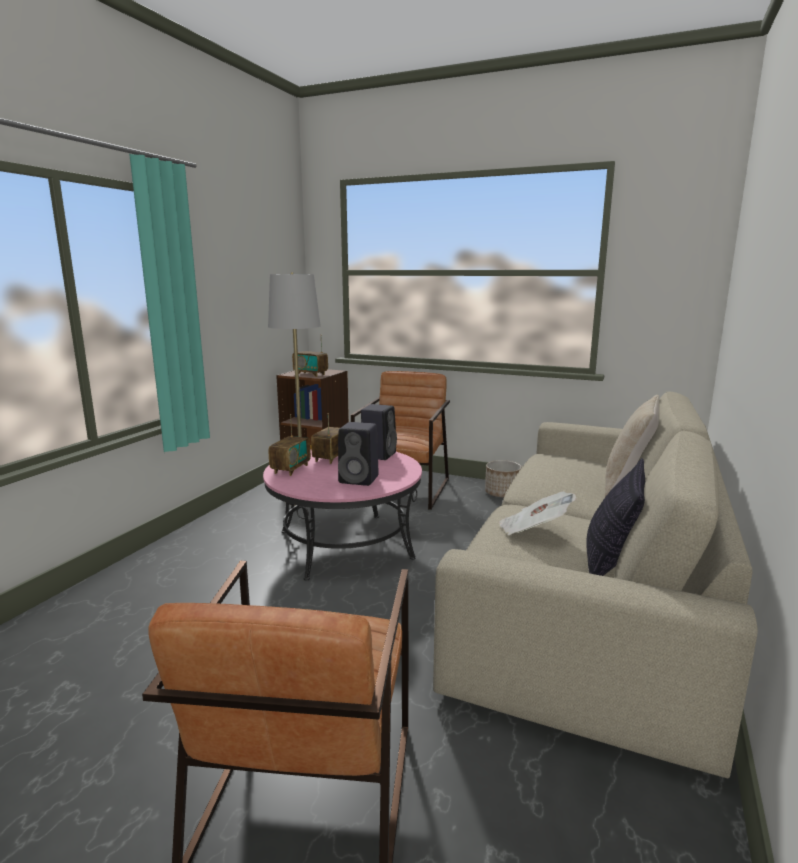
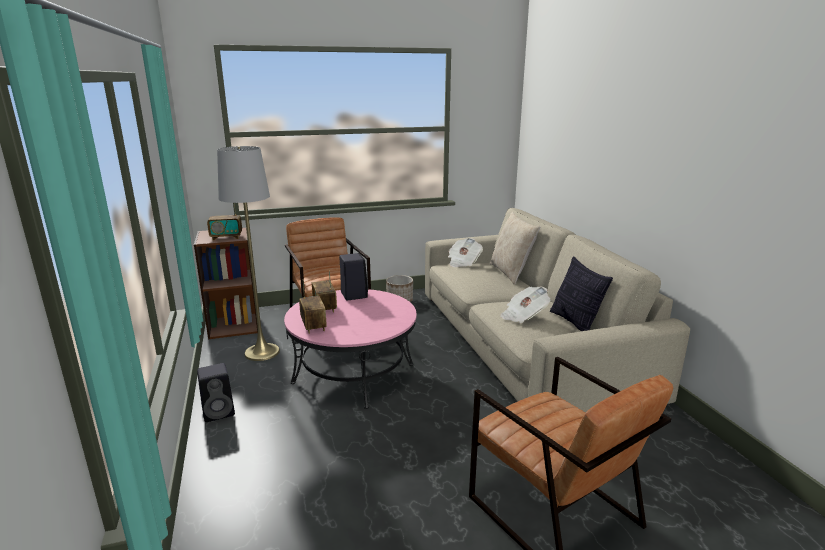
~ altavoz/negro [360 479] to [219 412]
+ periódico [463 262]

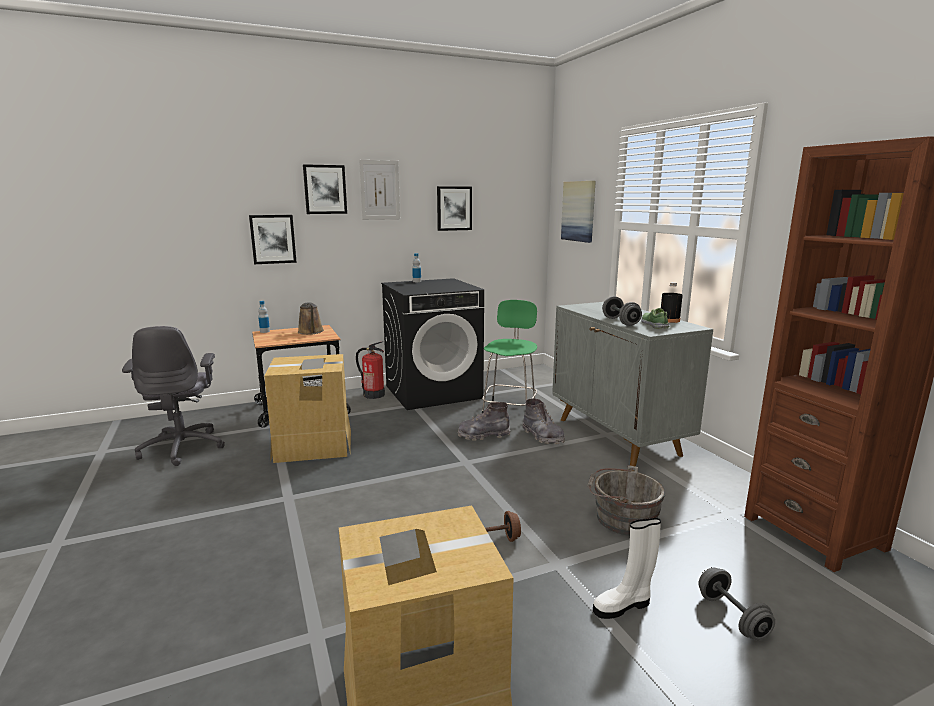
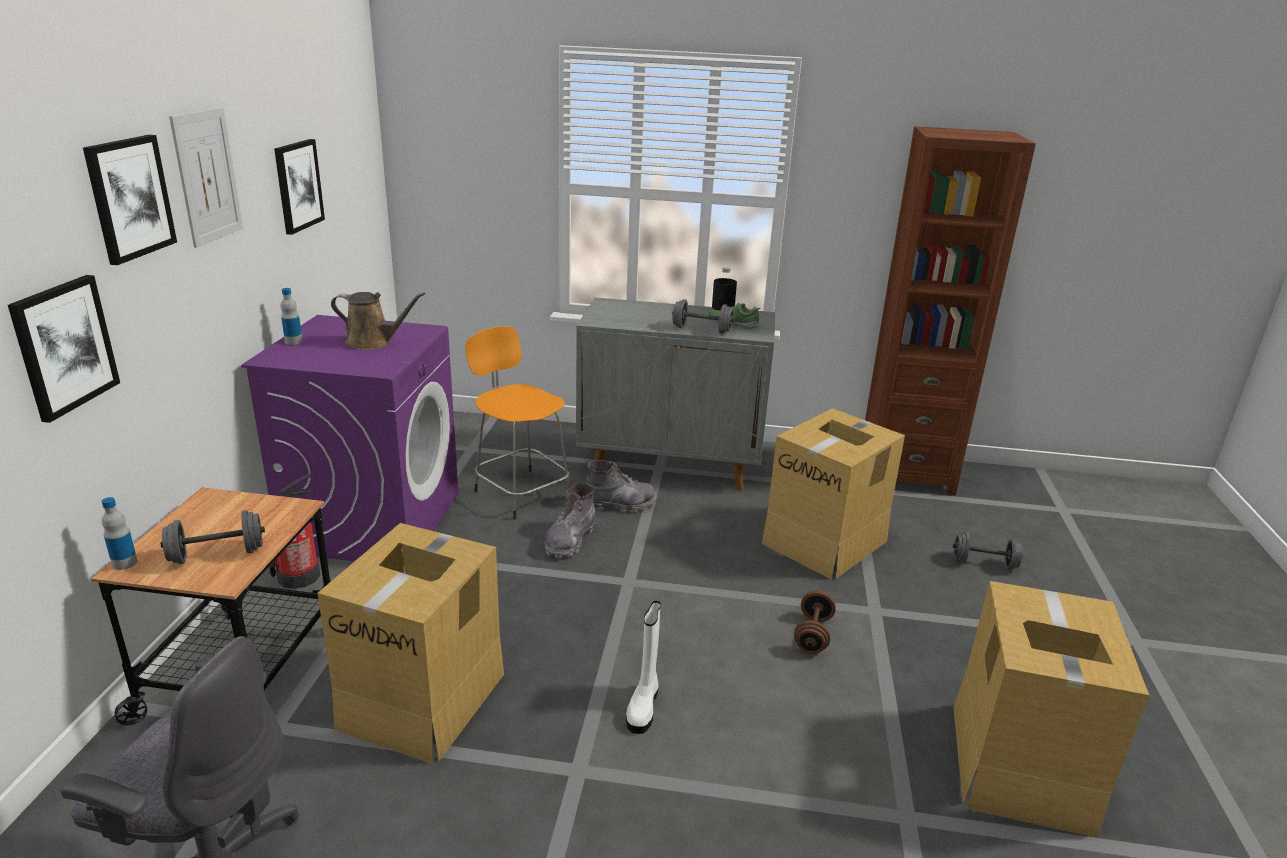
+ mancuerna/gris [217 555]
~ lavadora/negro [433 392] to lavadora/morado [373 521]
~ regadera/marrón [311 332] to [373 342]
~ taburete/verde [509 410] to taburete/naranja [520 492]
~ bota/blanco [623 606] to [643 706]
~ cubo/gris [622 518] to caja de cartón [825 541]
- cuadro [579 211]

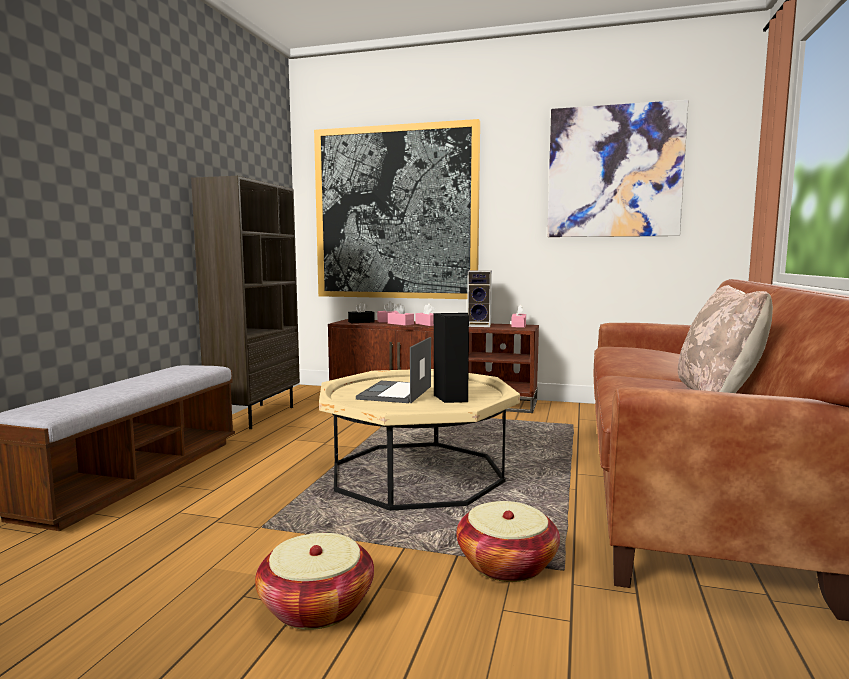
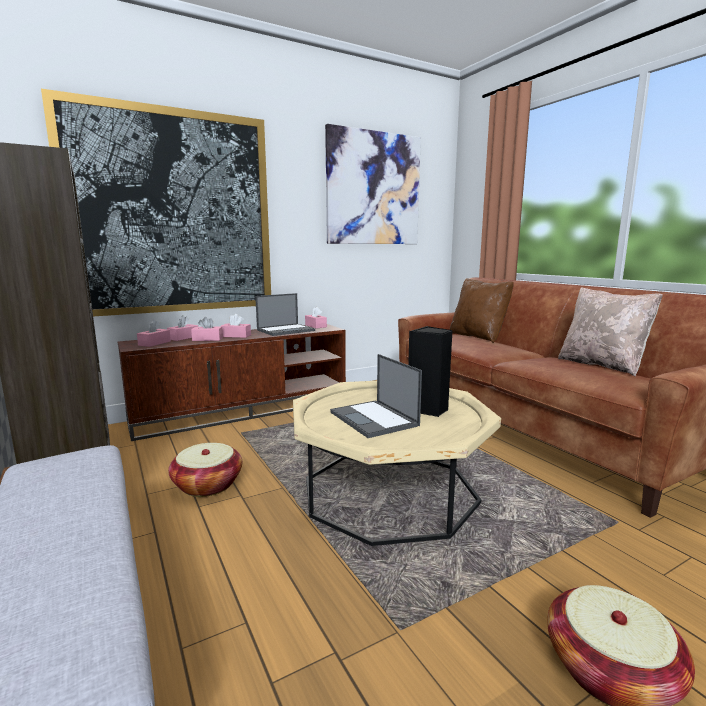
~ caja de pañuelos/negro [361 322] to caja de pañuelos/rosa [154 343]
~ cesta [506 564] to [207 485]
~ altavoz [480 325] to portátil [286 330]
+ cojín/marrón [478 336]

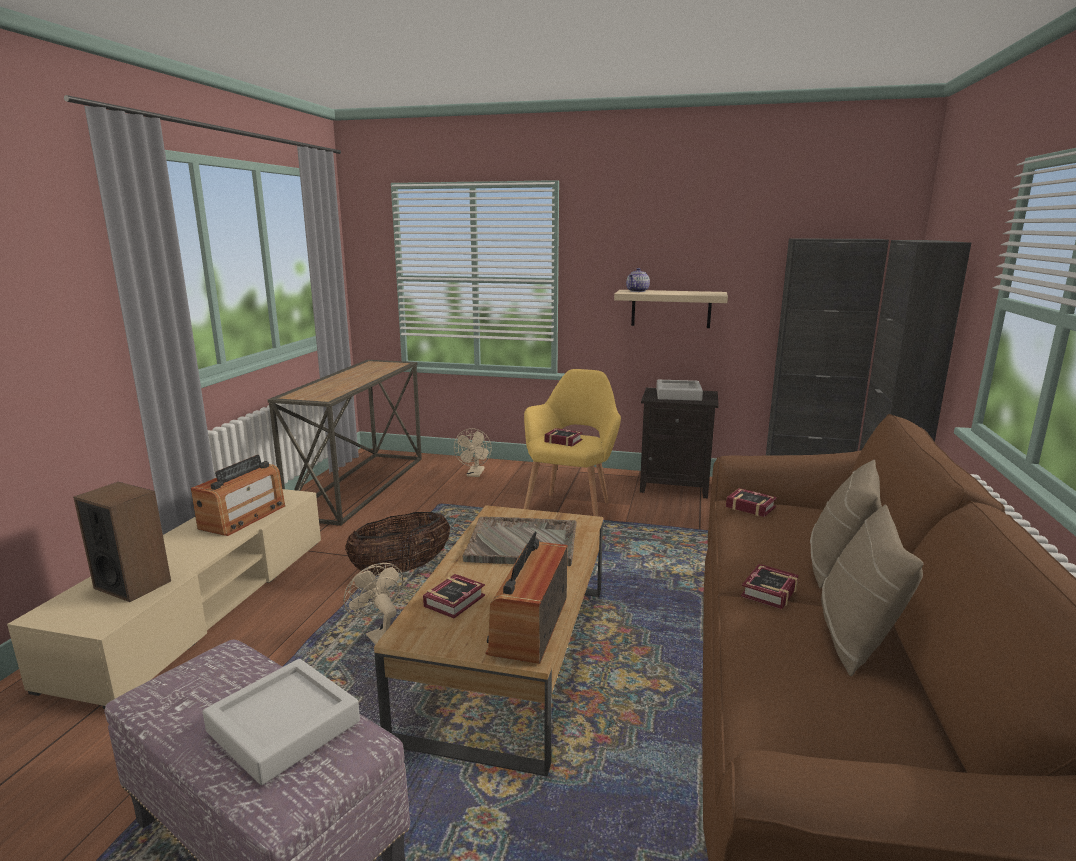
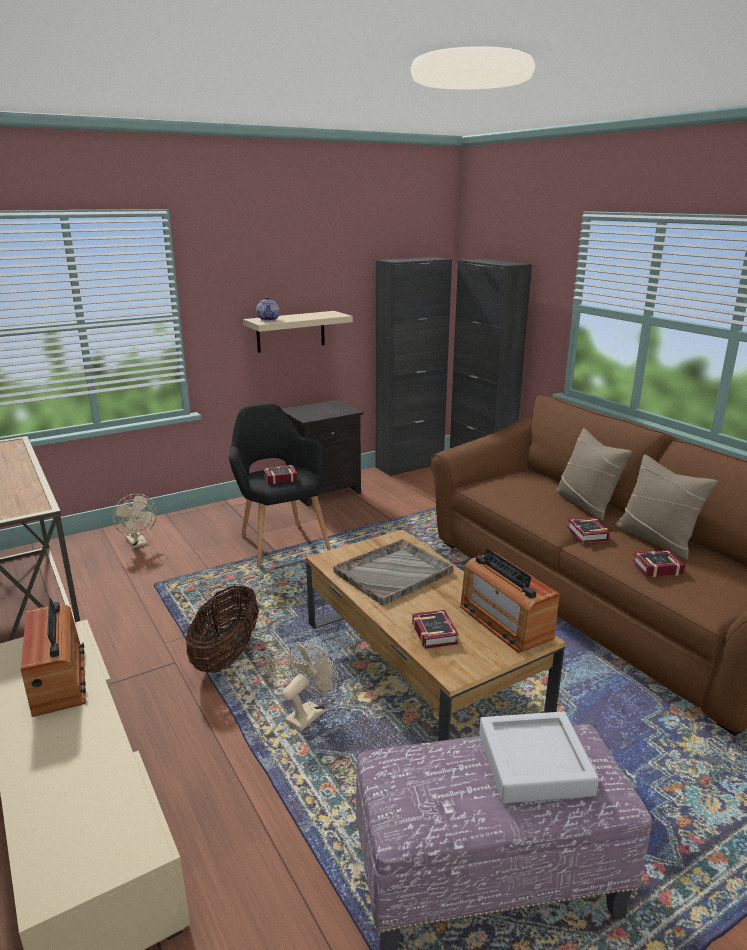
~ sillón/amarillo [571 509] to sillón/negro [280 541]
~ ventilador/beis [380 637] = [309 713] 120 degrees clockwise
~ libro [749 506] to [654 567]
- altavoz [133 584]
- bandeja/gris [678 395]

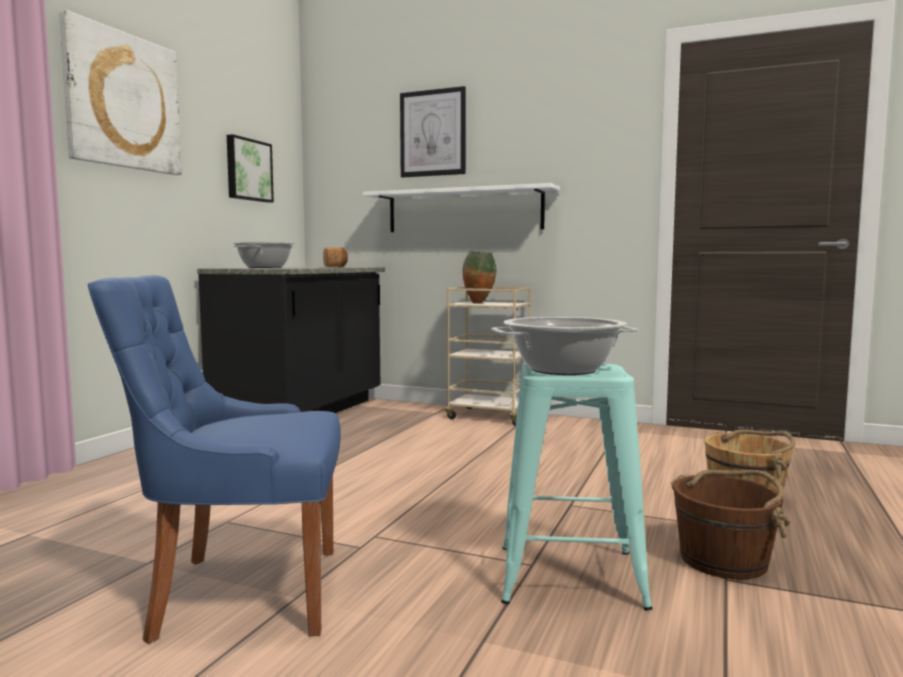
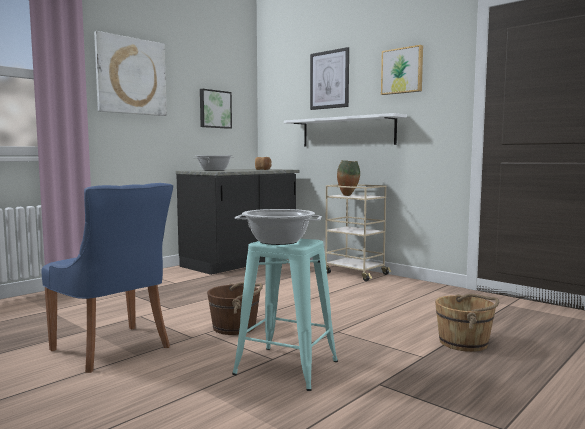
~ silla/azul [241 593] = [113 349] 150 degrees counterclockwise
~ cubo/marrón [725 560] to [235 327]
+ cuadro [402 71]

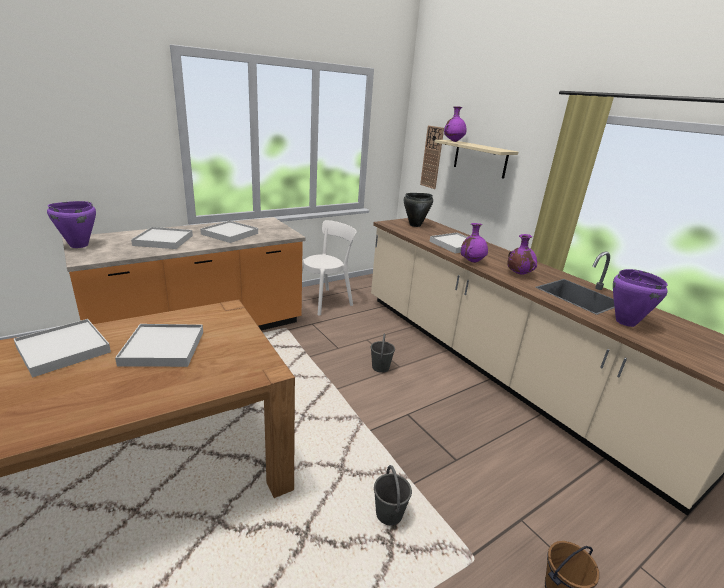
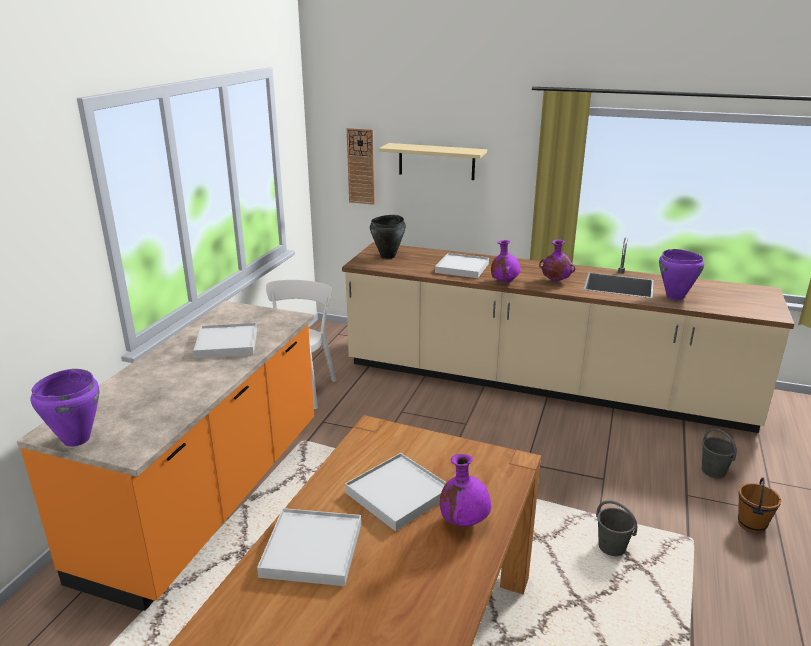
~ florero/morado [453 141] to [464 521]
~ cubo/gris [380 367] to [713 471]
- bandeja/blanco [164 240]

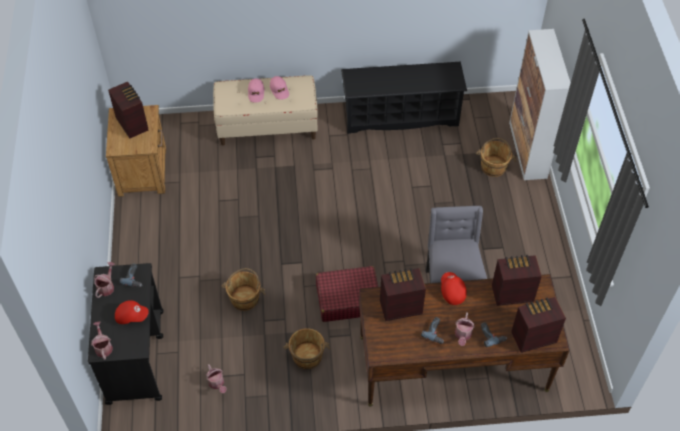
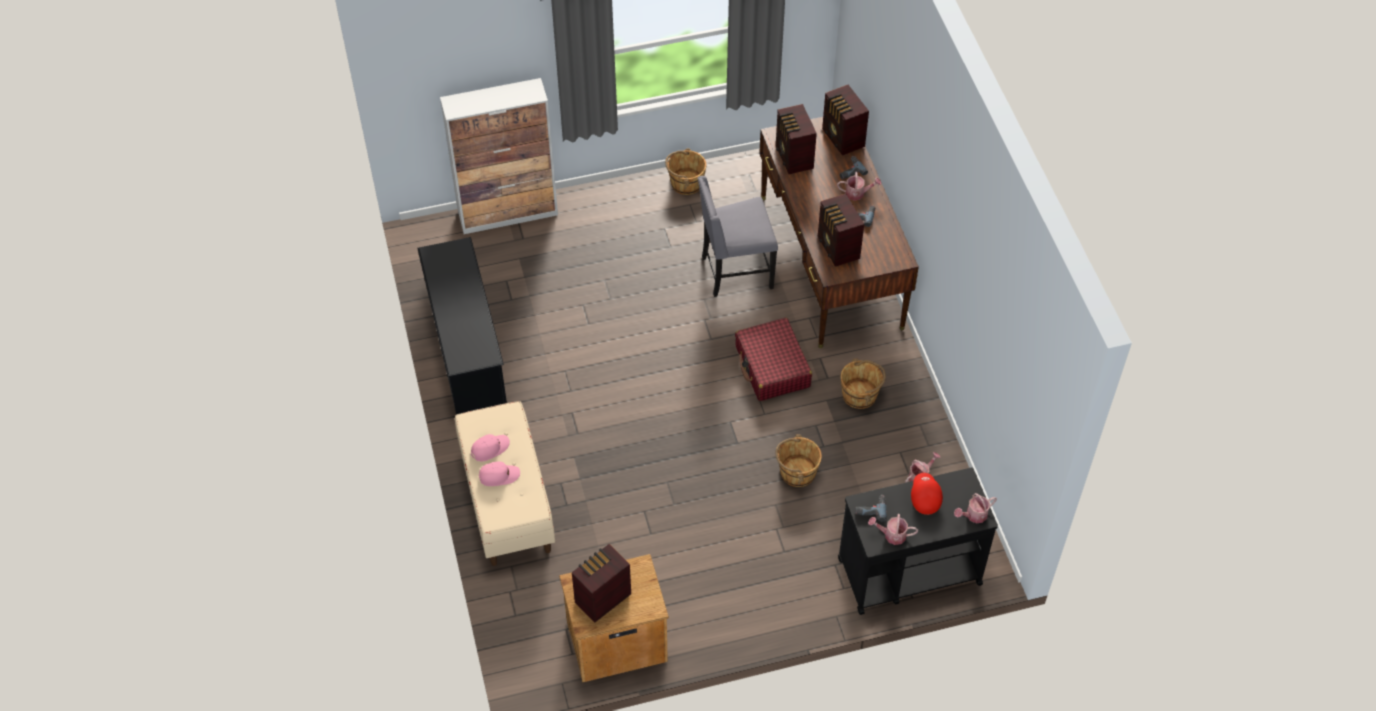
~ cubo/marrón [493 166] to [686 183]
- gorra/rojo [451 291]

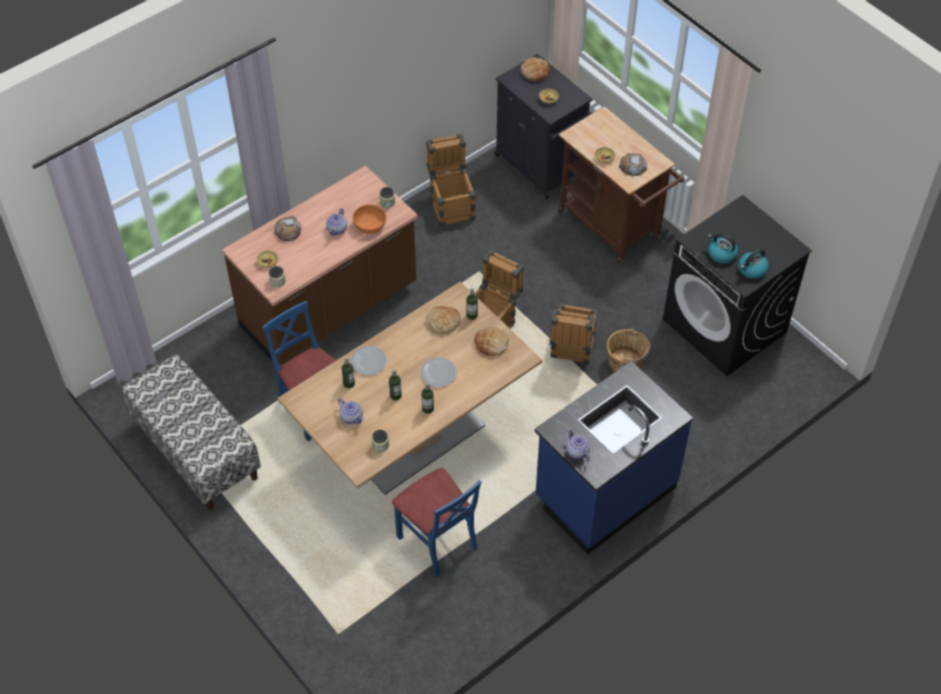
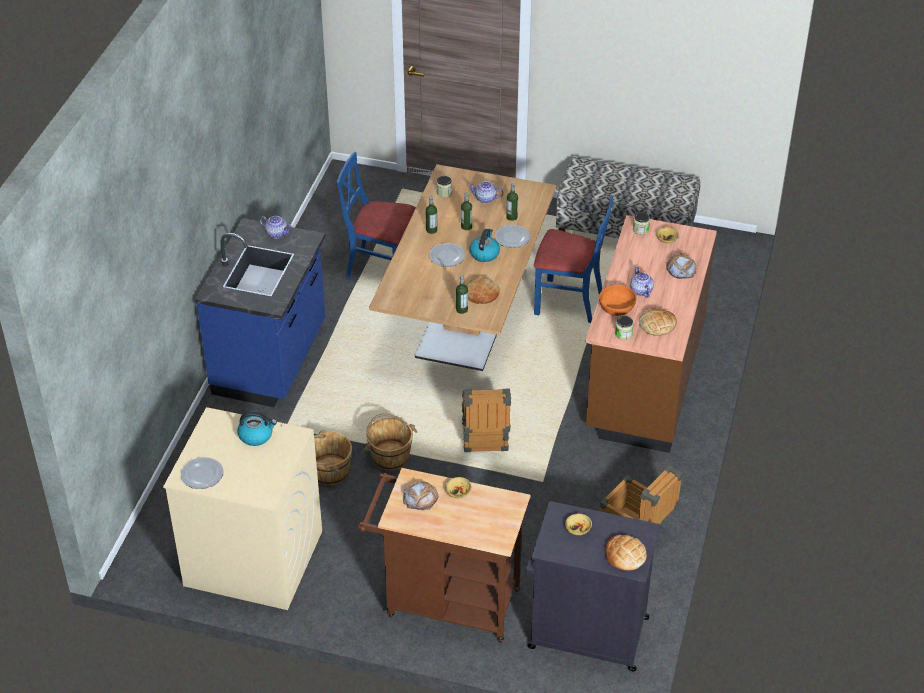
~ lavadora/negro [725 326] to lavadora/beis [252 558]
+ plato [203 474]
~ caja de embalaje [571 351] to cubo/marrón [390 456]
~ hervidor [752 270] to [484 253]
~ pan [491 343] to [657 324]

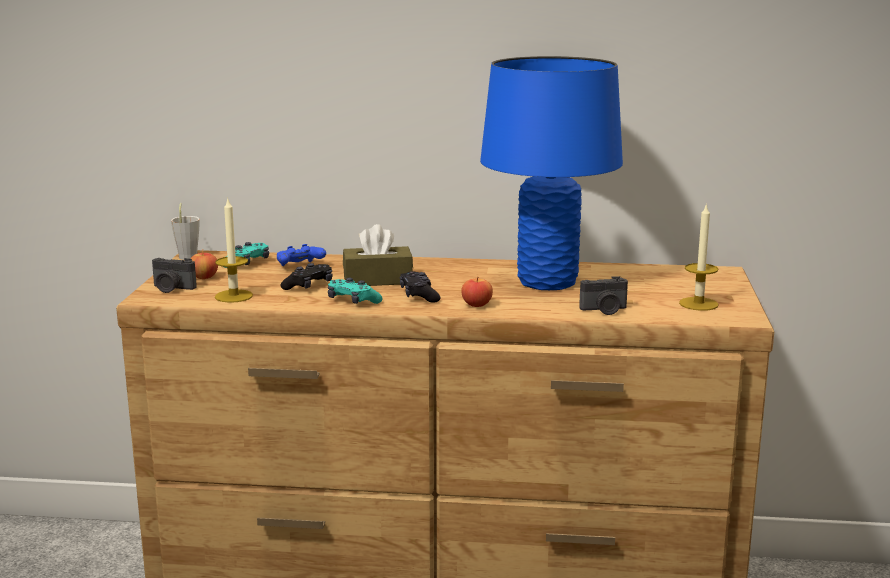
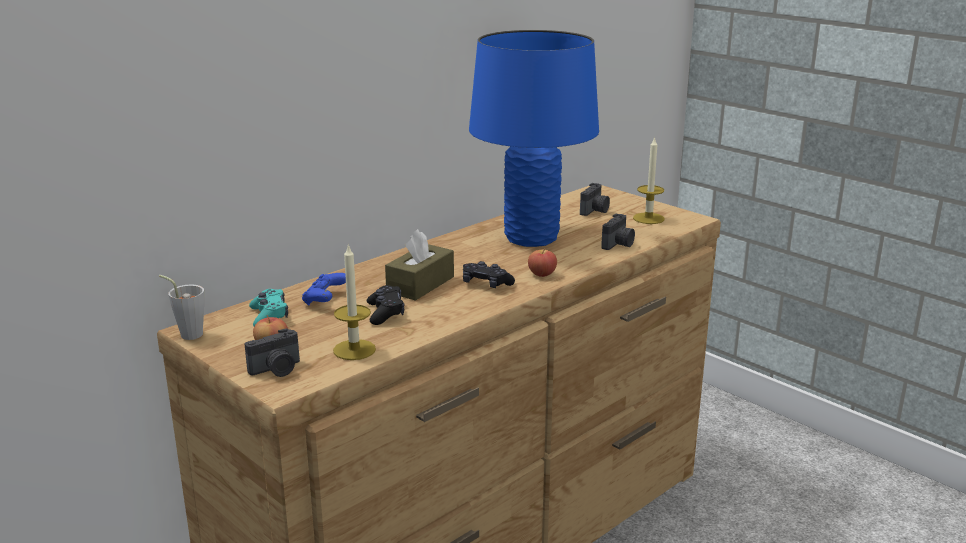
+ cámara [595 211]
- mando de consola/turquesa [353 301]

